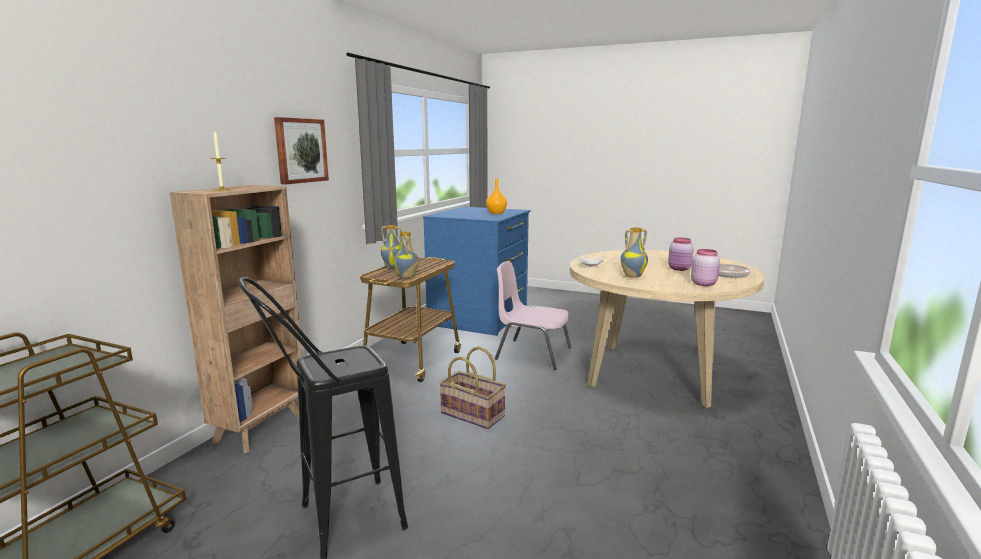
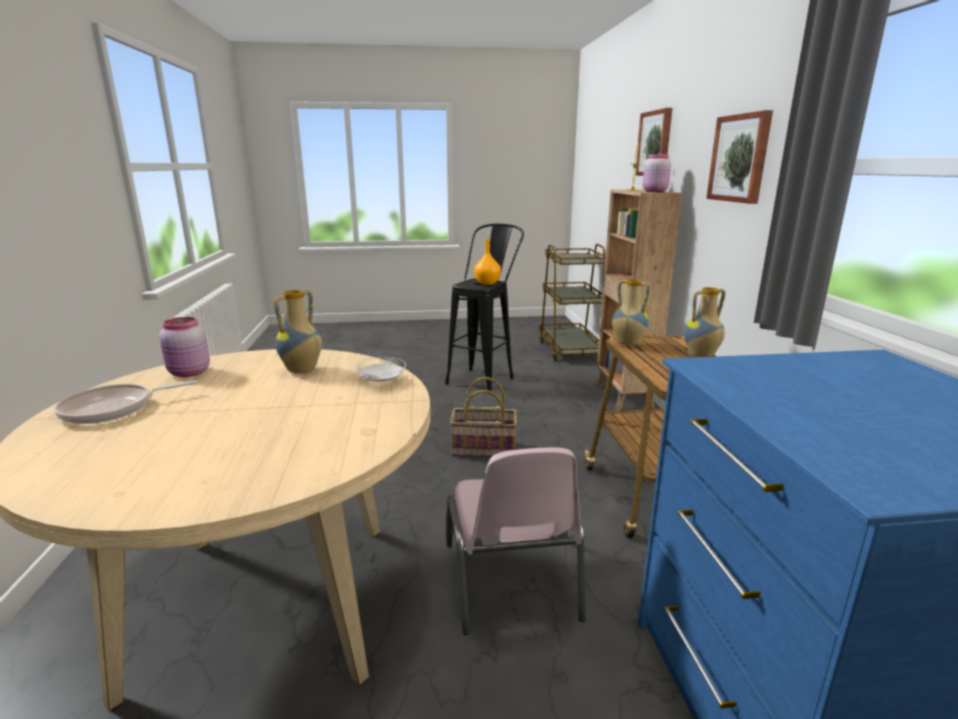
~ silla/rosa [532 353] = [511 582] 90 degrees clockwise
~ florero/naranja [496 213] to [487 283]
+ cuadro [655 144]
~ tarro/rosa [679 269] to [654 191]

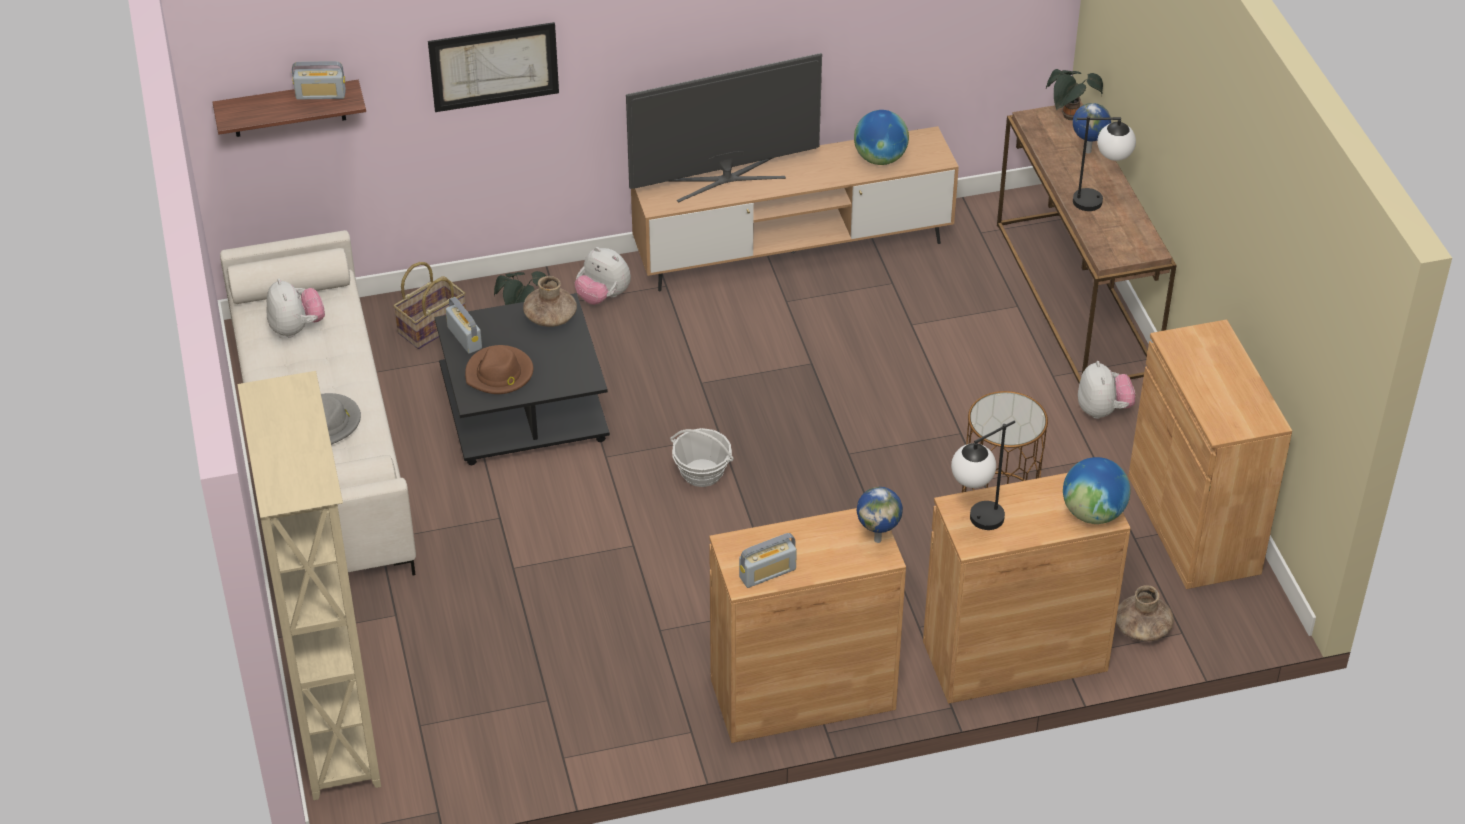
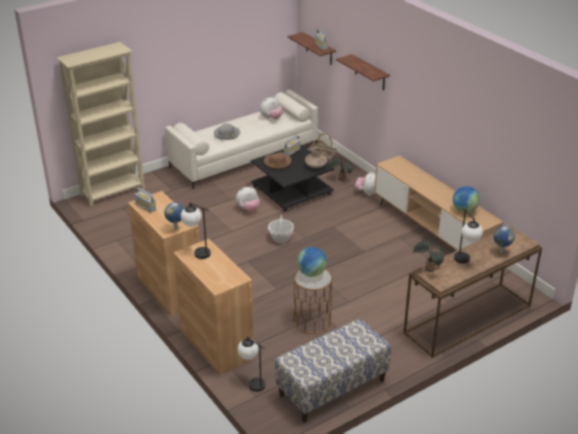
~ peluche [1103 410] to [248 209]
~ florero/marrón [1142 628] to lámpara de mesa [252 382]
~ armario/marrón [1193 524] to banco [332 388]
~ globo terráqueo [1093 513] to [312 273]
~ cuadro [494 66] to estante [370 73]
~ planta en maceta [1069 117] to [428 269]
- televisor [726 178]

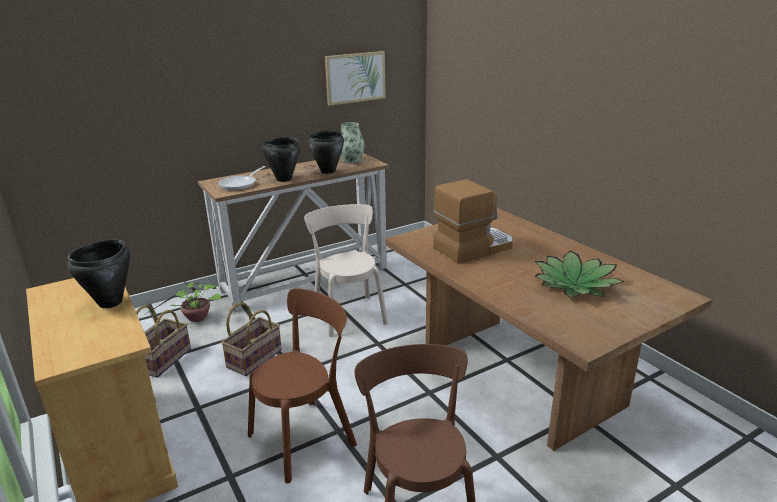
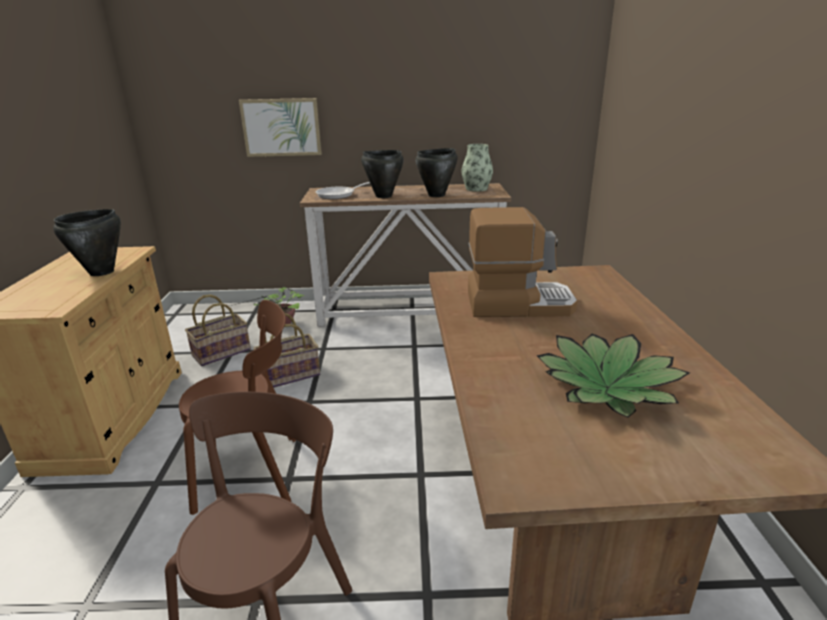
~ cuadro [355 77] to [281 127]
- silla/beis [348 314]

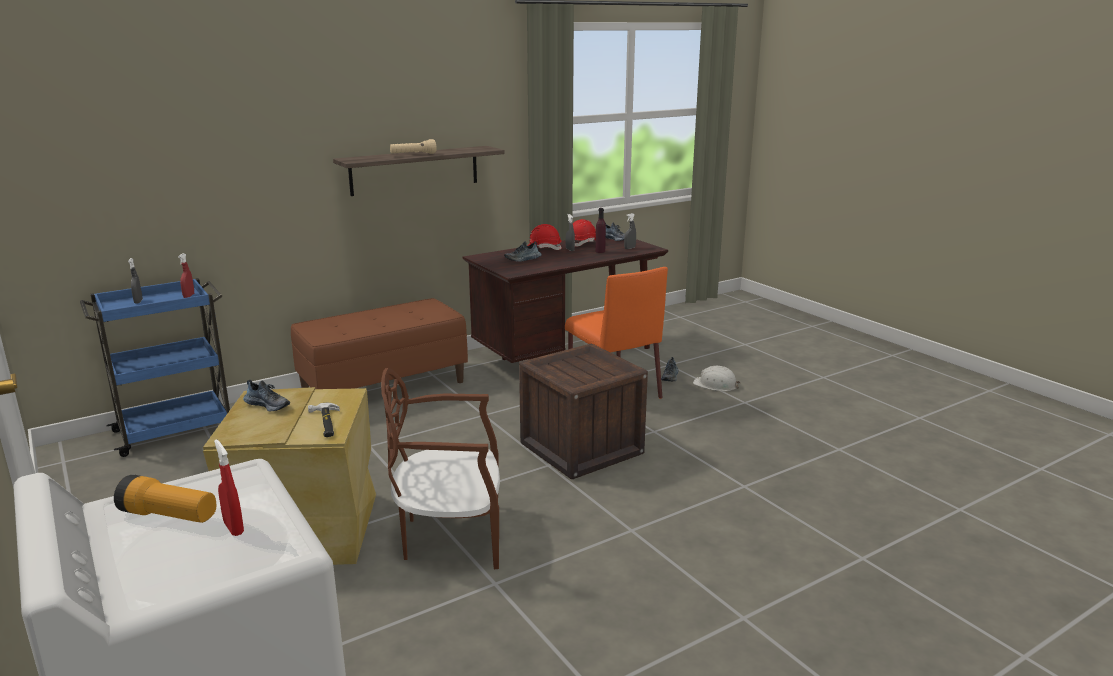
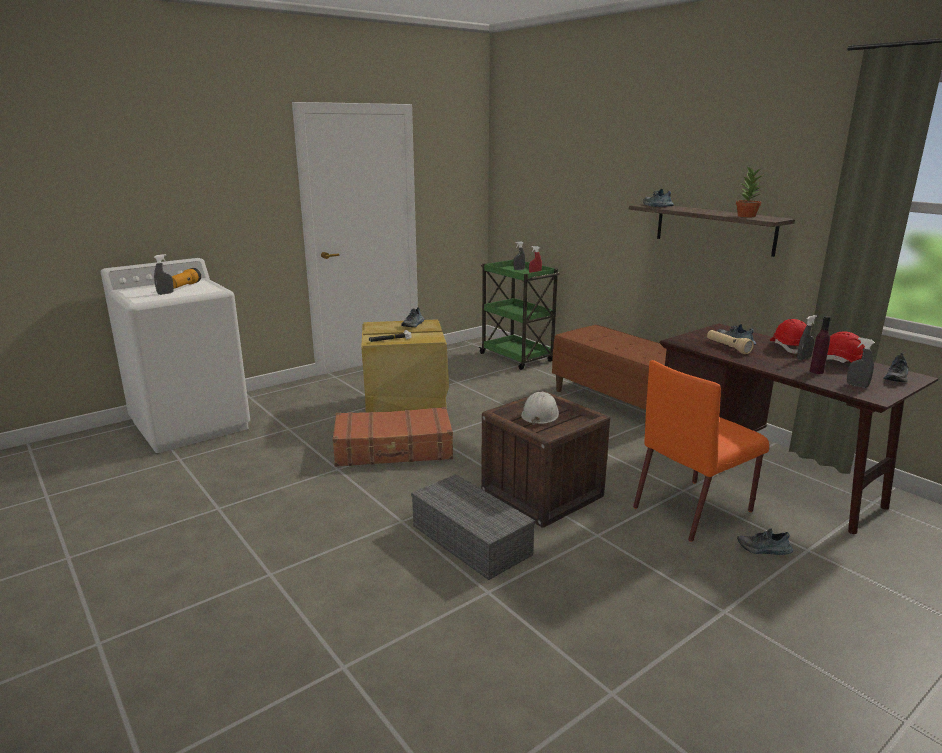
~ pulverizador/rojo [233 528] to pulverizador/gris [165 293]
~ silla/marrón [450 537] to maleta/marrón [394 450]
+ caja de almacenaje/gris [473 540]
~ carrito/azul [176 430] to carrito/verde [517 358]
~ casco/blanco [715 385] to [540 414]
+ zapato [657 206]
~ linterna/beis [413 154] to [727 347]
+ planta en maceta [746 216]

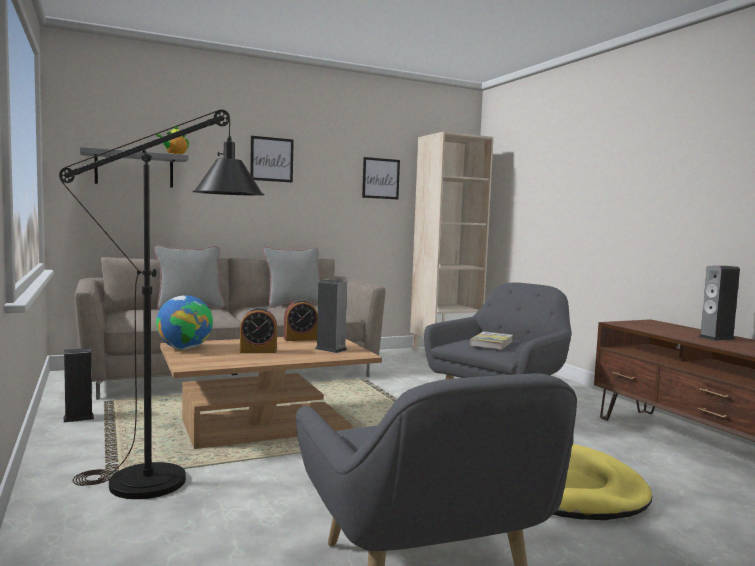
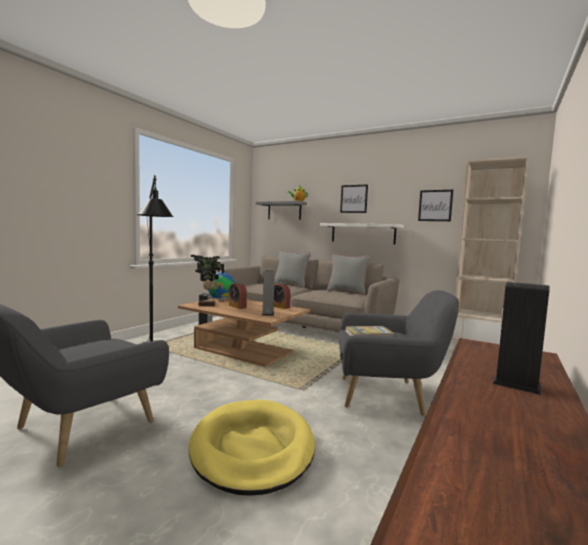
+ planta en maceta [207 305]
+ estante/blanco [362 233]

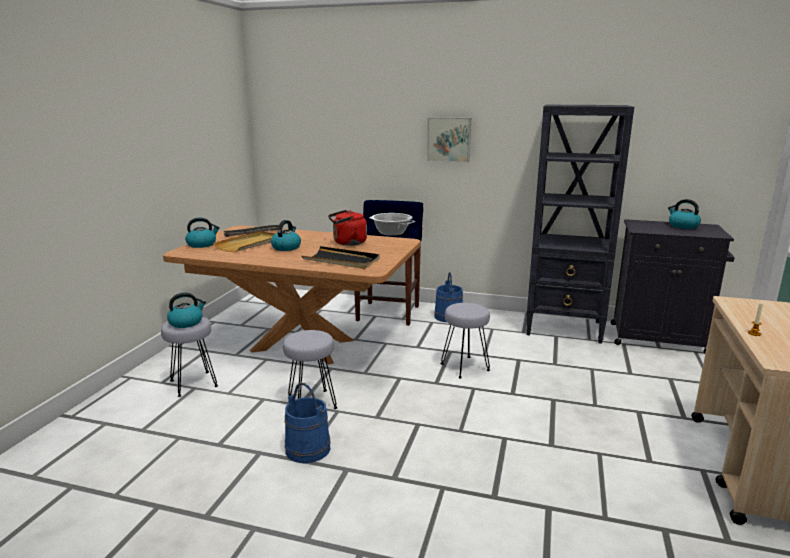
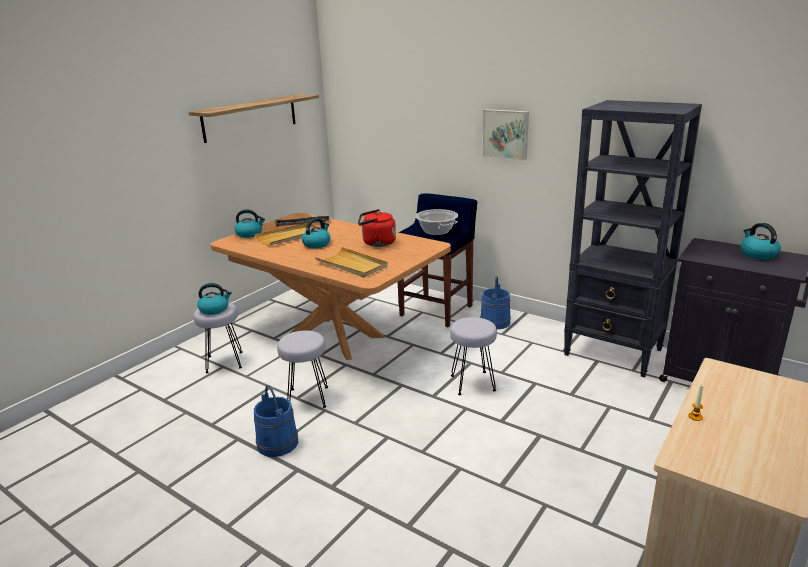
+ estante [250 117]
~ bandeja/negro [341 260] to bandeja/beis [352 265]

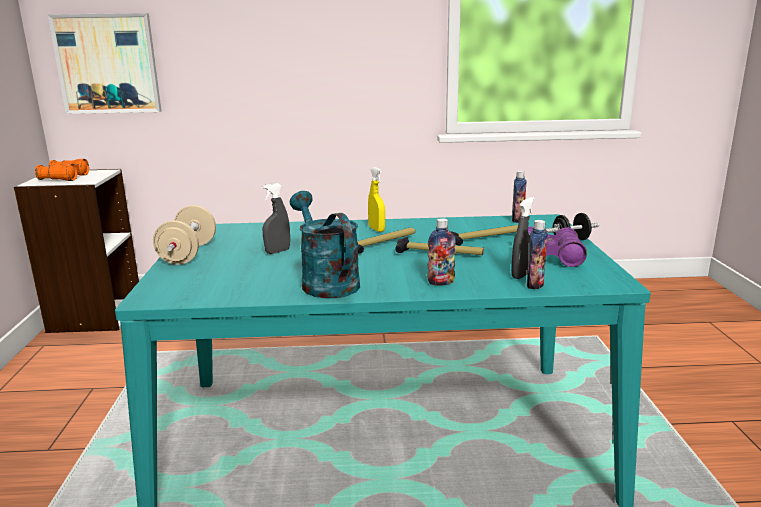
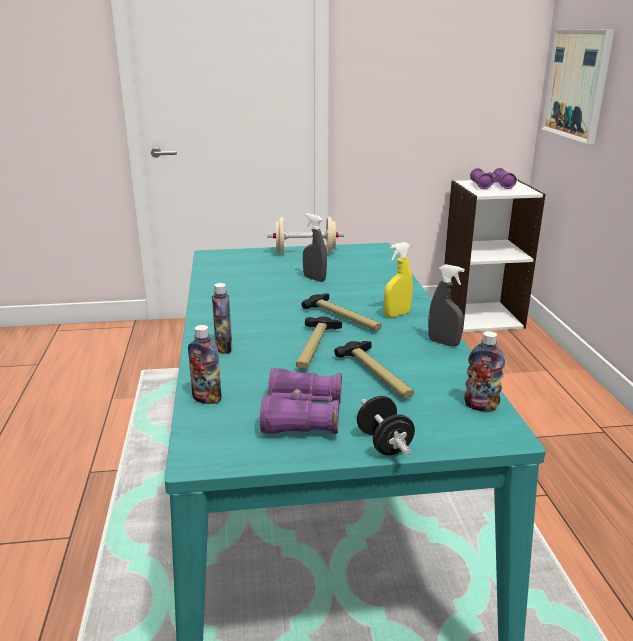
~ pulverizador/gris [522 275] to [443 343]
~ prismáticos/naranja [64 178] to prismáticos/morado [491 186]
- regadera/turquesa [325 282]

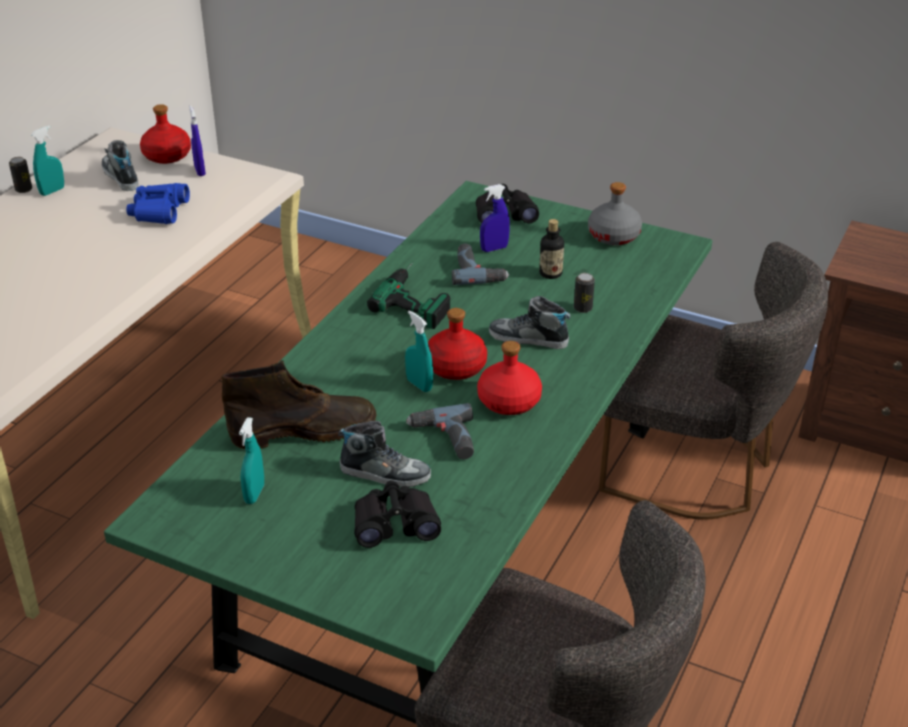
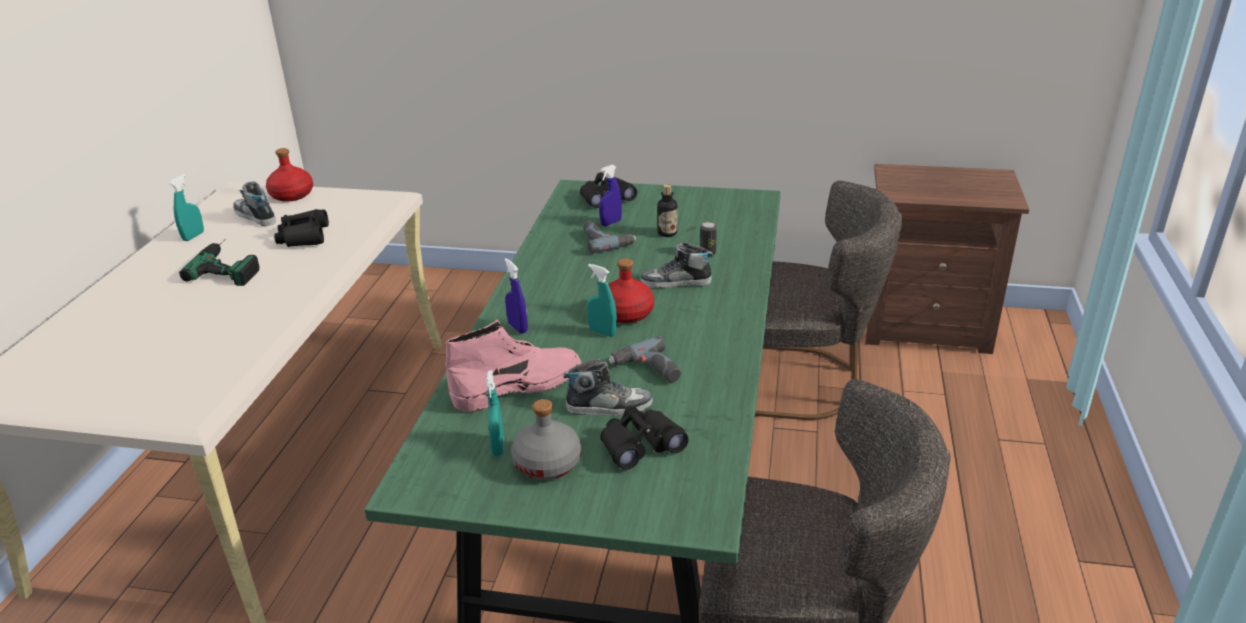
~ taladro [418 298] to [231 265]
~ prismáticos/azul [159 211] to prismáticos/negro [304 237]
~ bota/marrón [305 430] to bota/rosa [519 386]
~ pulverizador/azul [200 171] to [517 328]
~ botella/gris [614 236] to [548 463]
- lata [23 189]
- botella/rojo [509 402]

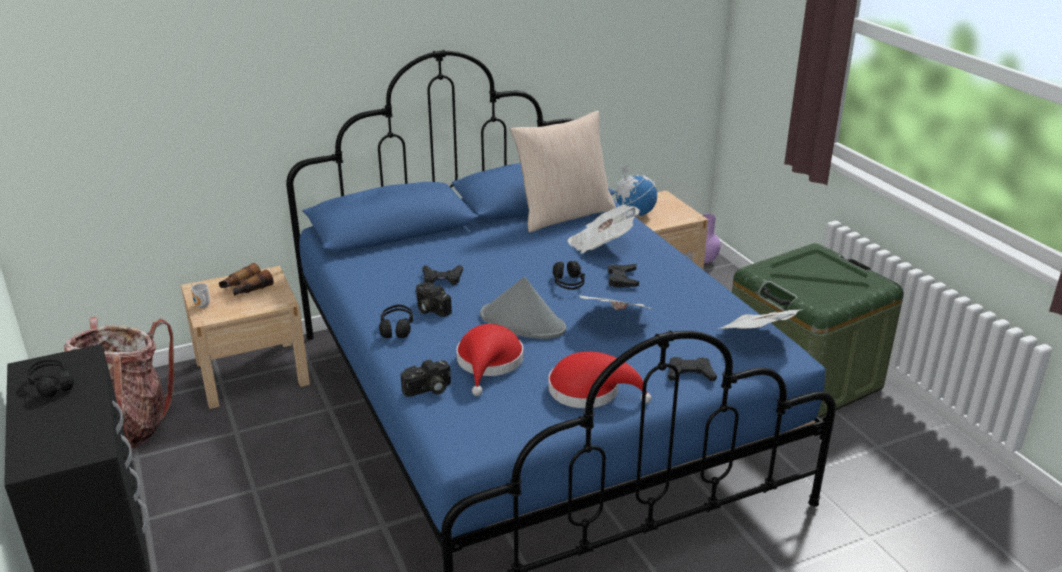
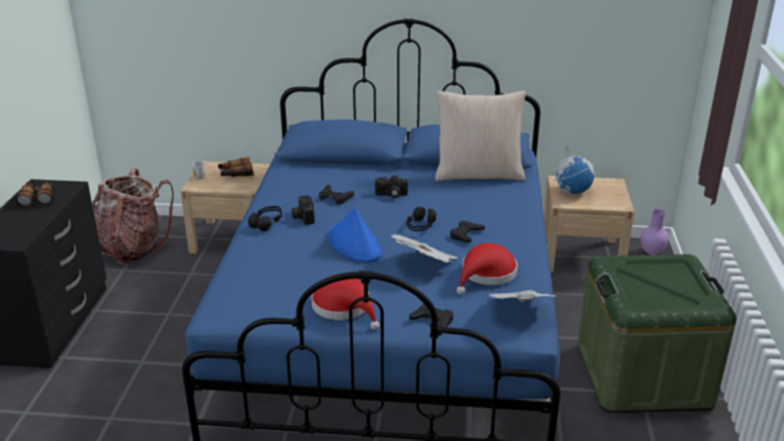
~ auriculares/negro [52 385] to prismáticos [38 198]
~ sombrero/gris [523 322] to sombrero/azul [355 244]
~ cámara [428 390] to [391 195]
~ sombrero/rojo [489 363] to [486 274]
- periódico [601 245]

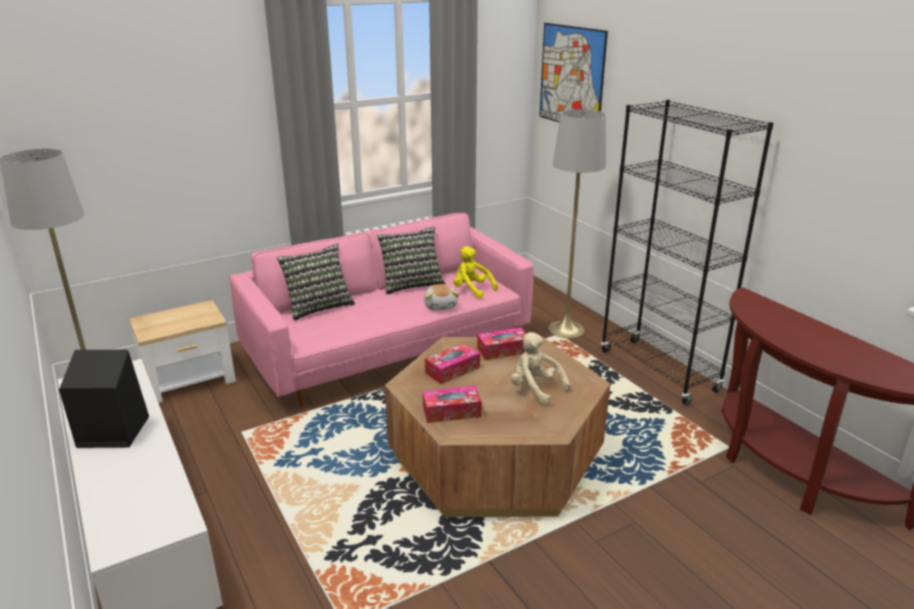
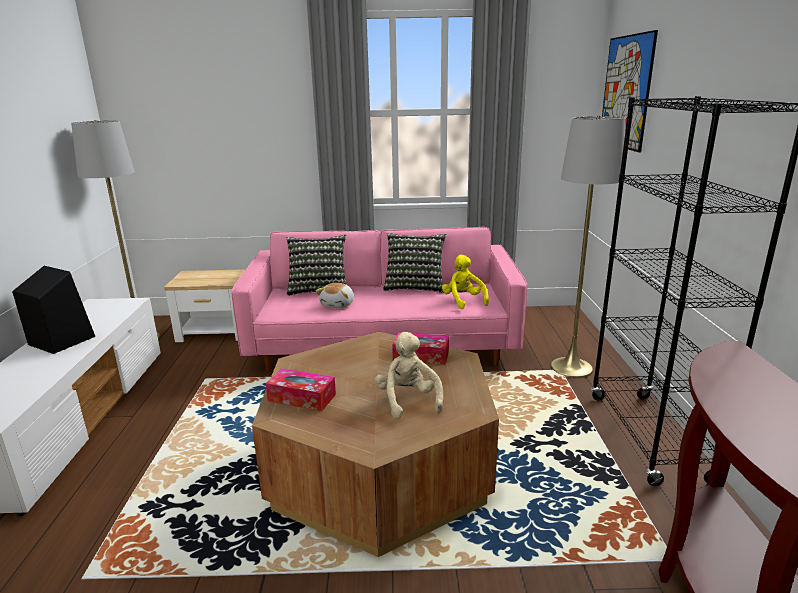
~ peluche [441 306] to [338 304]
- caja de pañuelos [452 370]

